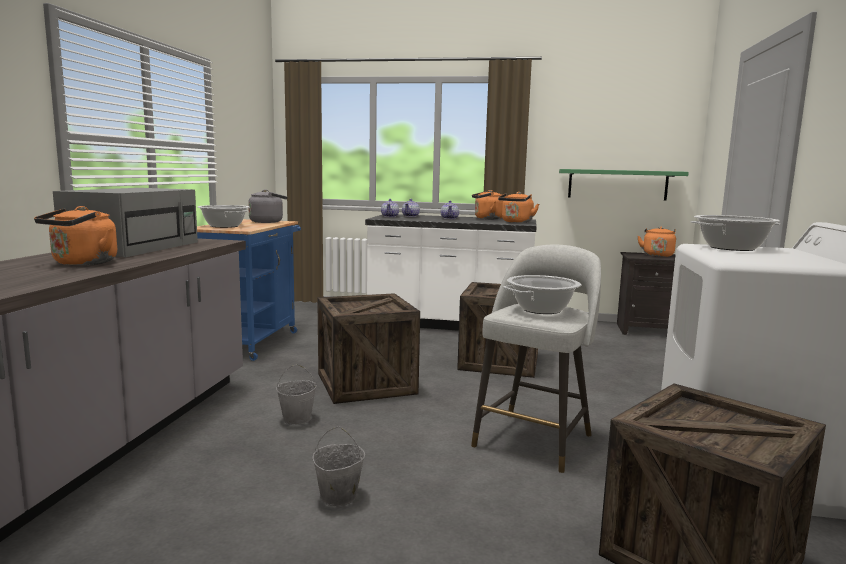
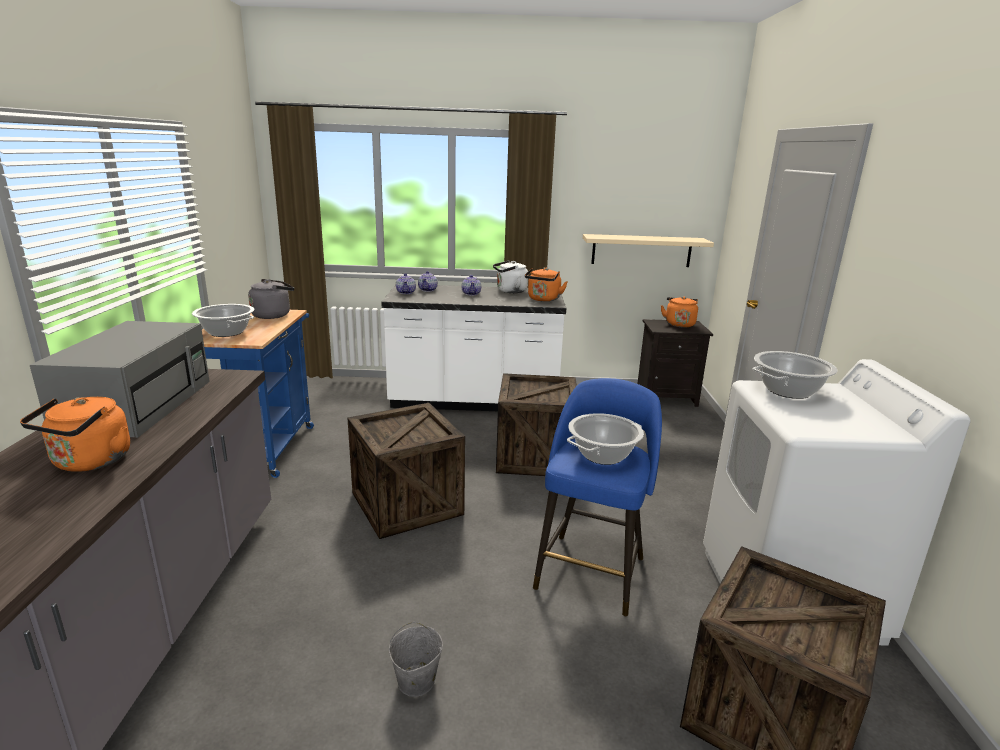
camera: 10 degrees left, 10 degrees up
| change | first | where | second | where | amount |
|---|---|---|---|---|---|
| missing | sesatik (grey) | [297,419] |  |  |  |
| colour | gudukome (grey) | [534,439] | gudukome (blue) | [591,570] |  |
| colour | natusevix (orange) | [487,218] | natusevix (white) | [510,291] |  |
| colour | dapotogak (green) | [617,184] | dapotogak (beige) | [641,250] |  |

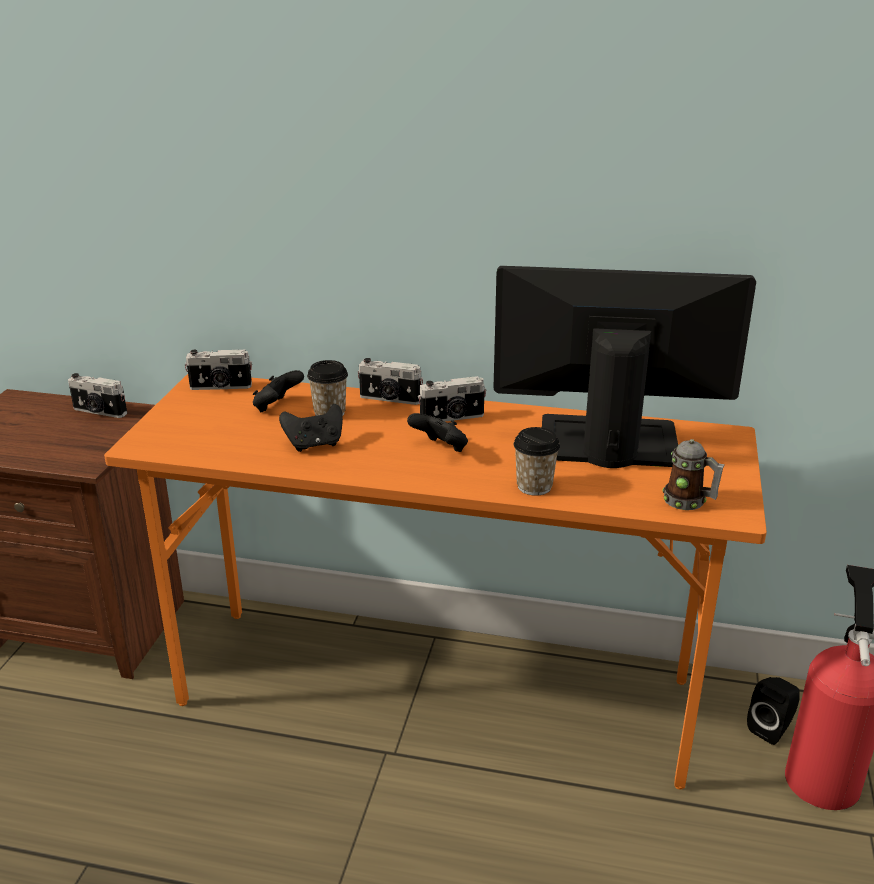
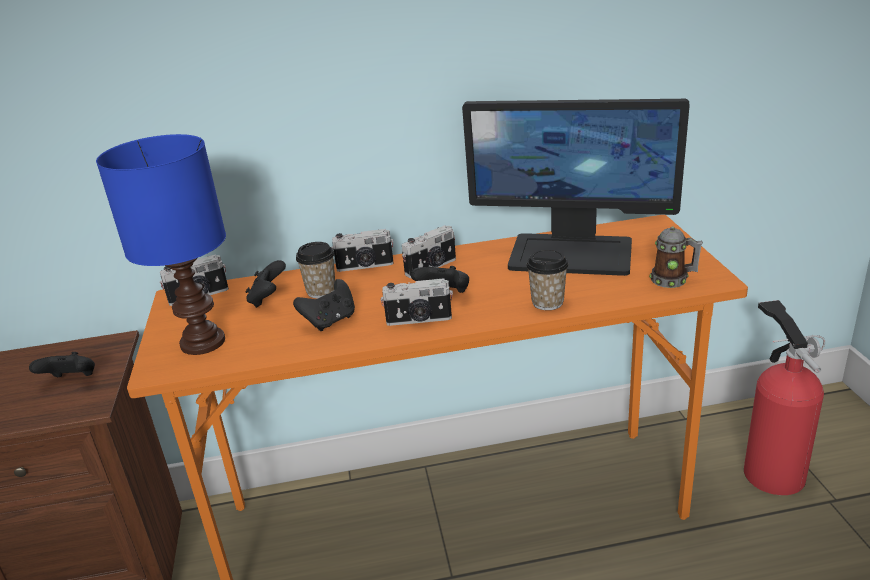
camera: 20 degrees left, 0 degrees up
| change | first | where | second | where | amount |
|---|---|---|---|---|---|
| relocated | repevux | [99,412] |  | [419,320] |  |
| spun | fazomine | [607,443] |  | [572,253] | 150 degrees counterclockwise |
| missing | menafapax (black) | [771,728] |  |  |  |
| appeared |  |  | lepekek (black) | [71,380] |  |
| appeared |  |  | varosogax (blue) | [203,341] |  |

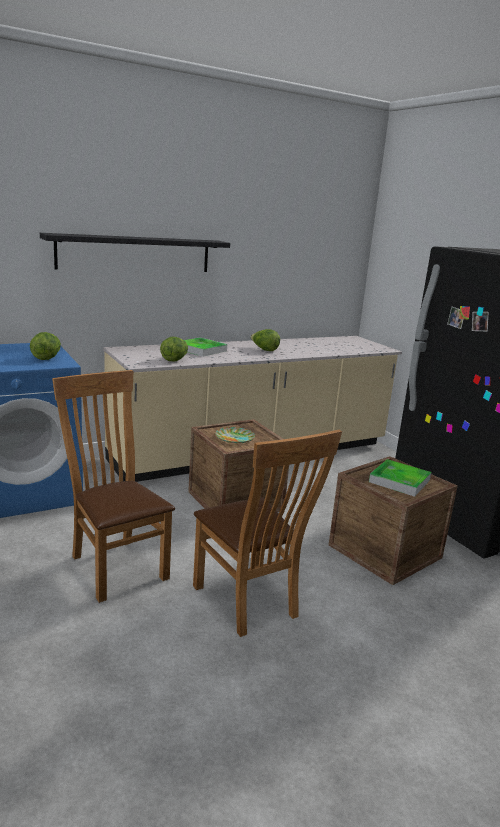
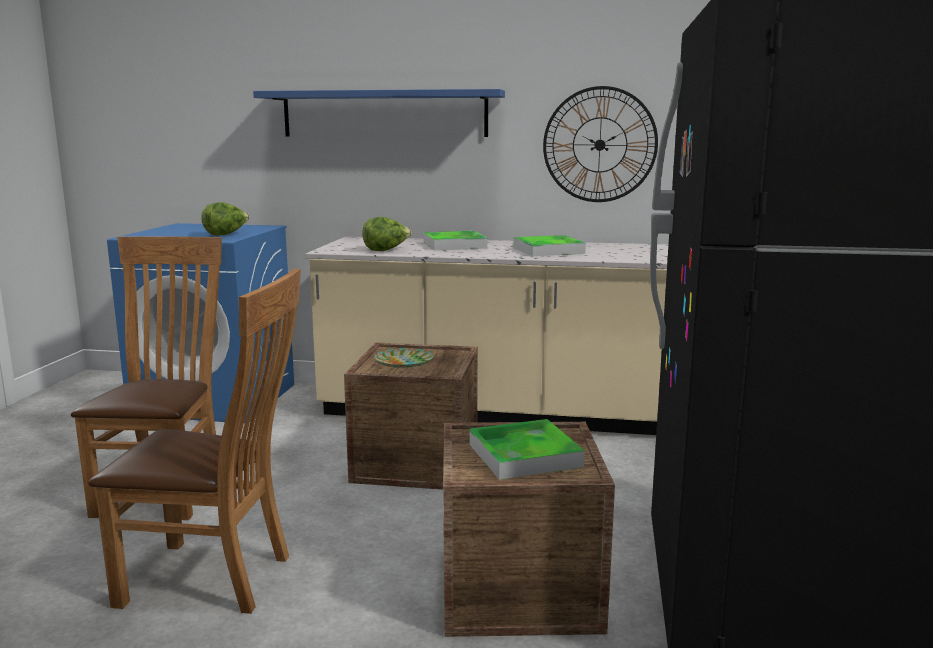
camera: 40 degrees right, 5 degrees down
| change | first | where | second | where | amount |
|---|---|---|---|---|---|
| colour | dapotogak (black) | [135,253] | dapotogak (blue) | [384,114] |  |
| spun | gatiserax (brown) | [249,604] |  | [216,579] | 90 degrees counterclockwise |
| exchanged | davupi | [264,350] | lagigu | [548,250] |  |
| appeared |  |  | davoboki | [599,145] |  |

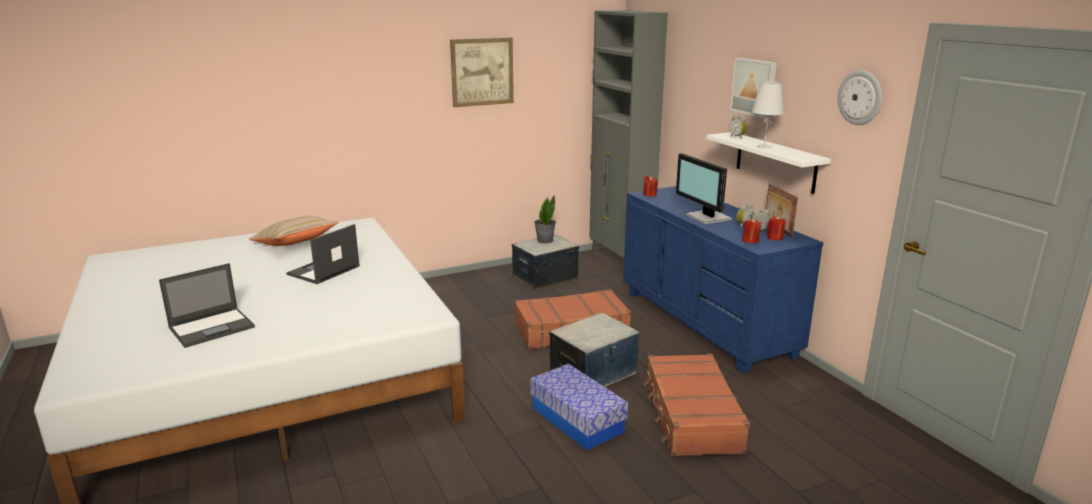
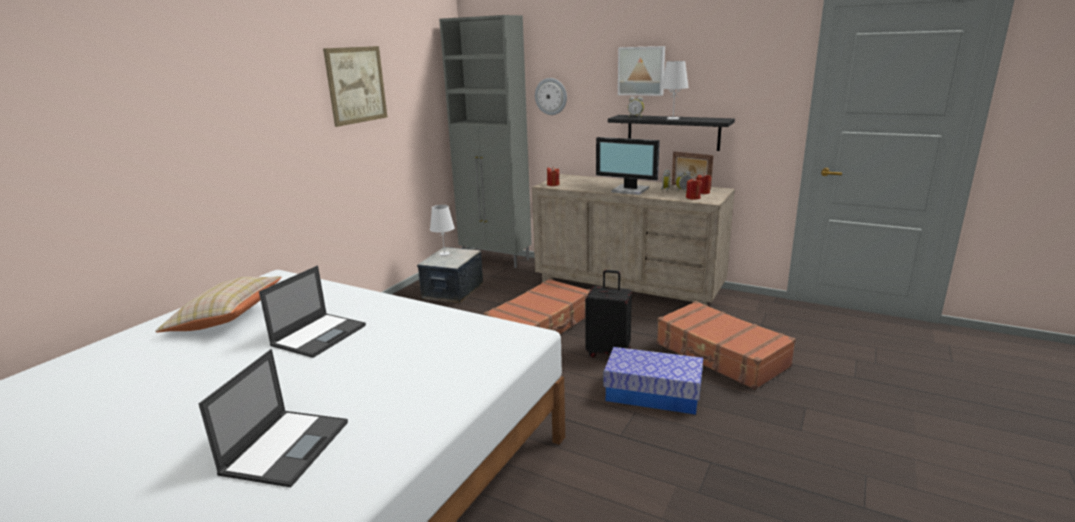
camera: 35 degrees left, 0 degrees up
| change | first | where | second | where | amount |
|---|---|---|---|---|---|
| spun | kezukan | [323,270] |  | [319,335] | 150 degrees counterclockwise |
| exchanged | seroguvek | [545,240] | varosogax (white) | [444,254] |  |
| exchanged | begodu | [593,373] | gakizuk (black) | [609,352] |  |
| colour | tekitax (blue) | [705,323] | tekitax (beige) | [628,286] |  |
| colour | dapotogak (white) | [775,162] | dapotogak (black) | [673,132] |  |
| relocated | davoboki | [860,97] |  | [551,96] |  |

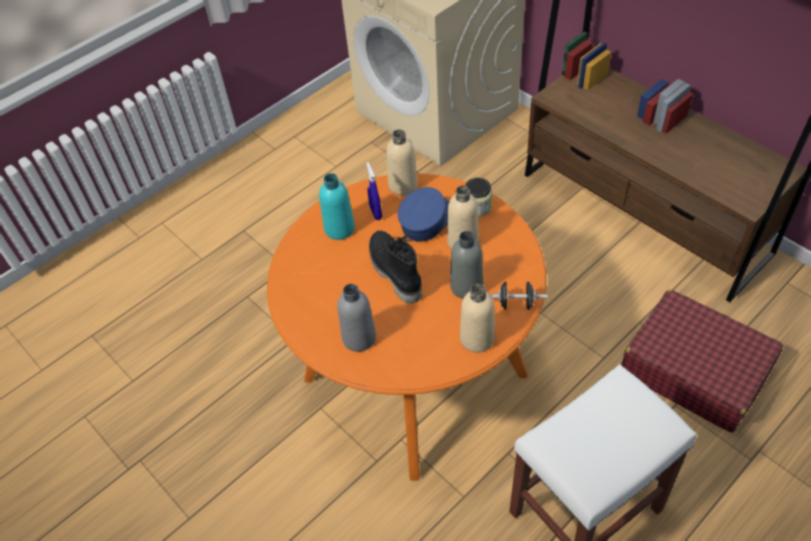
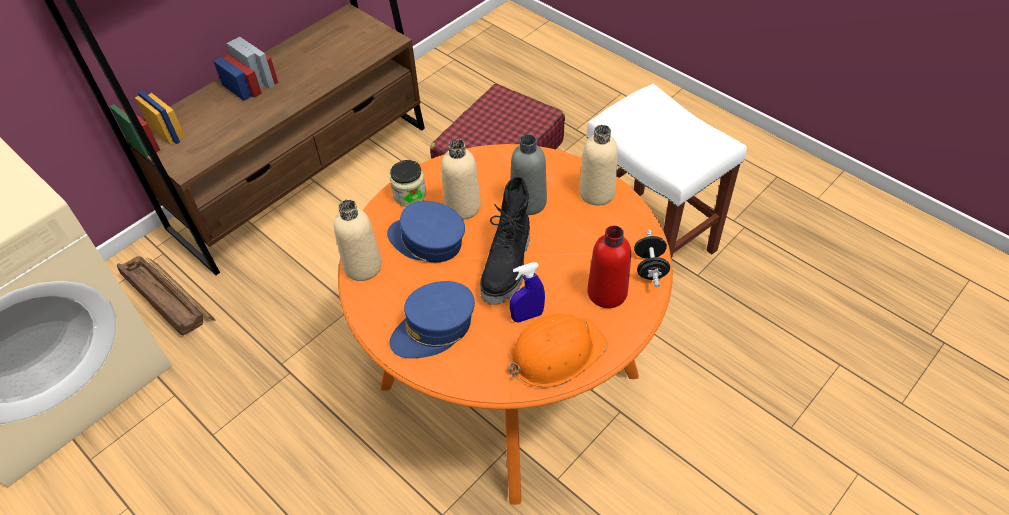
camera: 95 degrees left, 0 degrees up
| change | first | where | second | where | amount |
|---|---|---|---|---|---|
| exchanged | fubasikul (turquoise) | [339,229] | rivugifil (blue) | [434,328] |  |
| colour | fubasikul (grey) | [359,338] | fubasikul (red) | [607,293] |  |
| relocated | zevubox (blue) | [376,213] |  | [527,316] |  |
| spun | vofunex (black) | [394,272] |  | [508,267] | 45 degrees counterclockwise |
| relocated | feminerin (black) | [516,304] |  | [650,268] |  |
| appeared |  |  | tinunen | [168,299] |  |
| appeared |  |  | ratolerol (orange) | [555,353] |  |

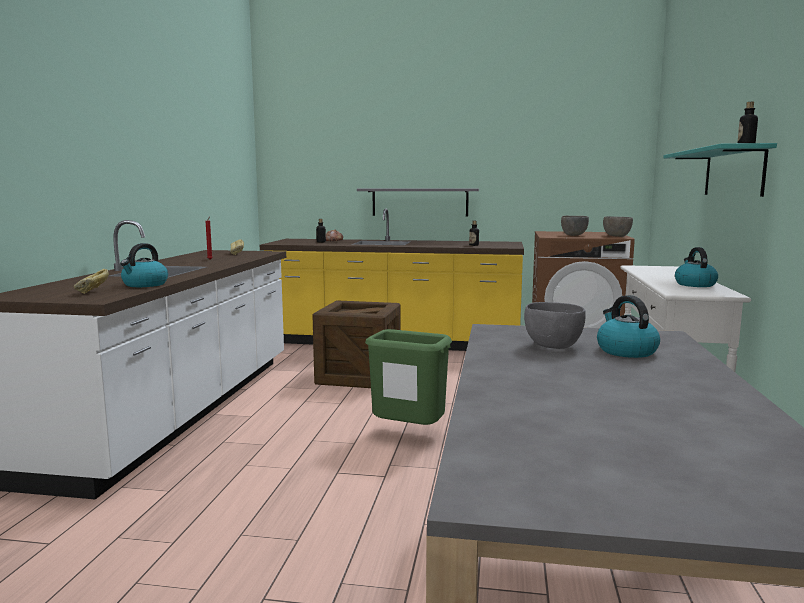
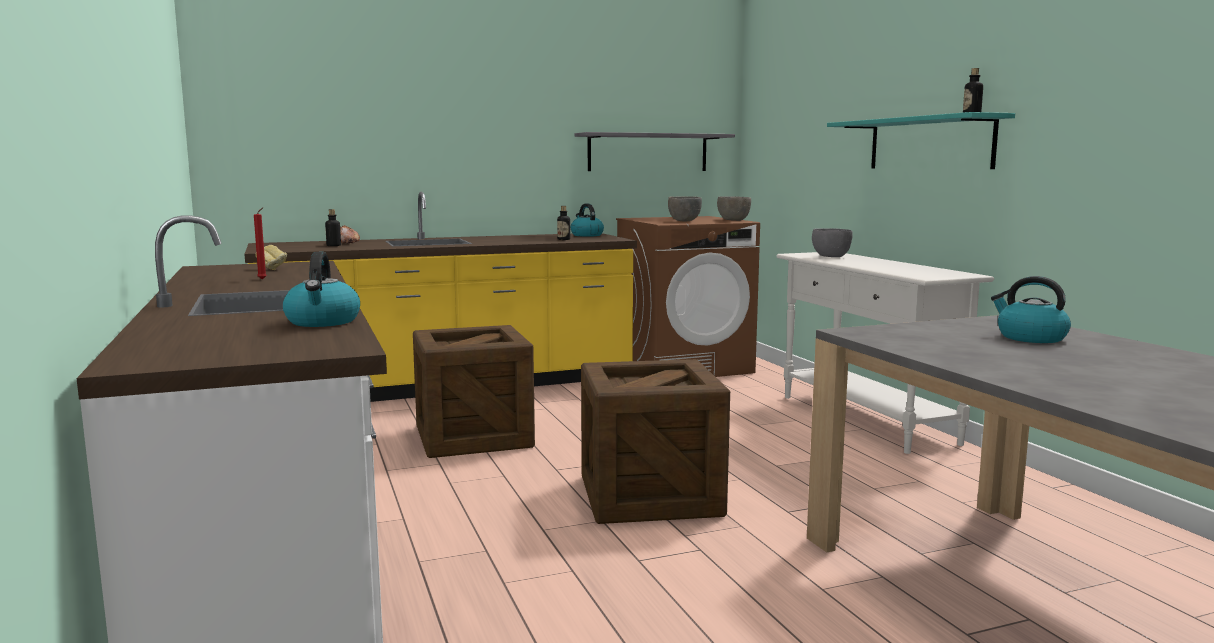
camera: 30 degrees left, 0 degrees up
| change | first | where | second | where | amount |
|---|---|---|---|---|---|
| missing | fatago | [93,292] |  |  |  |
| relocated | dapotogak (grey) | [420,202] |  | [648,152] |  |
| exchanged | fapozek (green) | [407,434] | tinunen | [650,496] |  |
| relocated | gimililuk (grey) | [552,346] |  | [830,257] |  |
| relocated | natusevix | [694,284] |  | [586,235] |  |

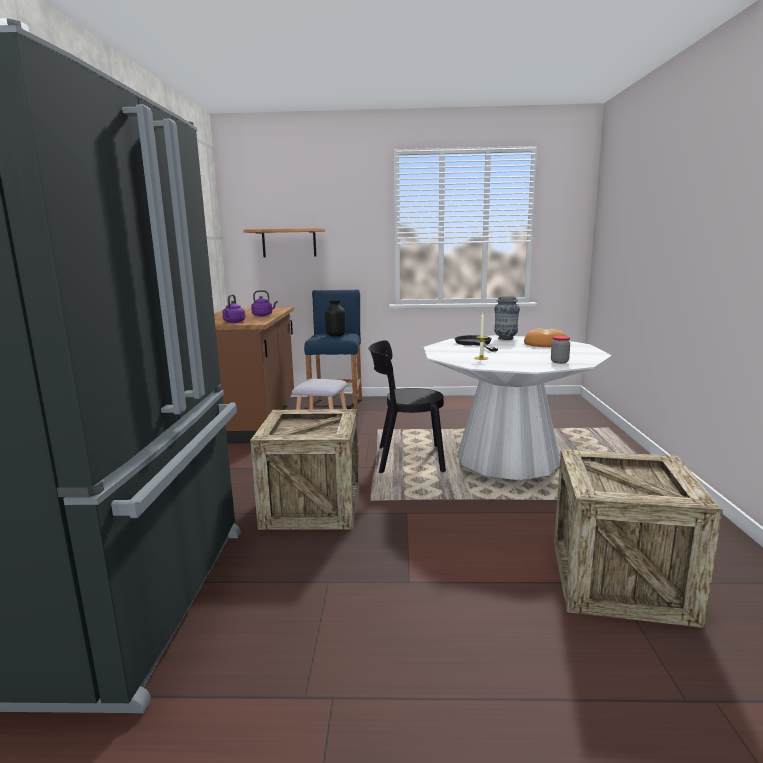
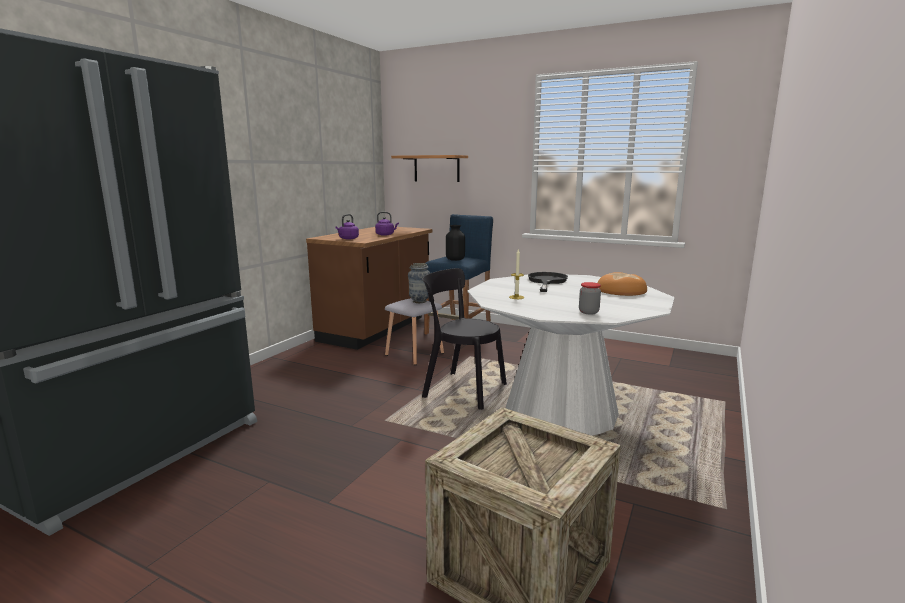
camera: 25 degrees right, 0 degrees up
| change | first | where | second | where | amount |
|---|---|---|---|---|---|
| missing | tinunen | [312,506] |  |  |  |
| relocated | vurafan | [505,338] |  | [419,301] |  |

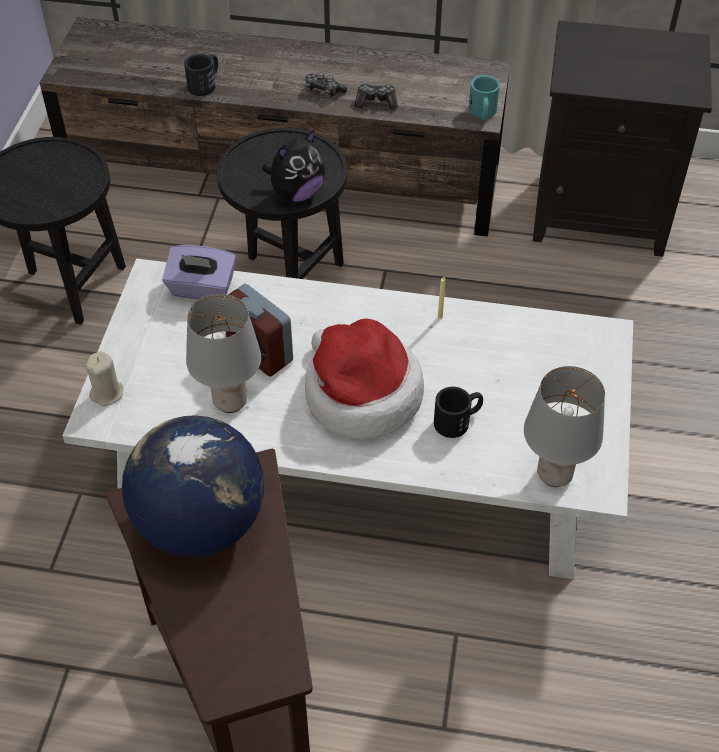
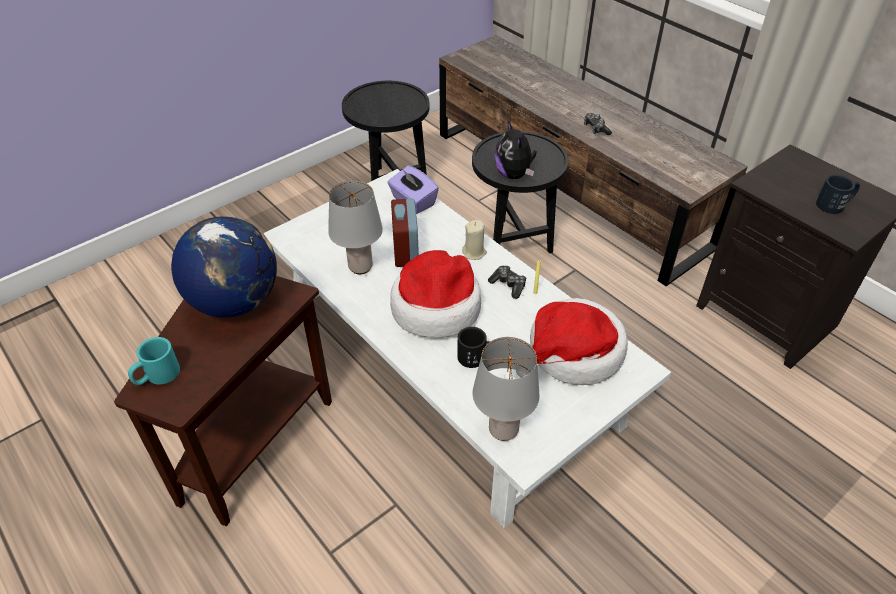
camera: 40 degrees right, 5 degrees down
| change | first | where | second | where | amount |
|---|---|---|---|---|---|
| relocated | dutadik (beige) | [107,393] |  | [474,252] |  |
| relocated | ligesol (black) | [205,84] |  | [835,204] |  |
| spun | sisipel | [296,193] |  | [514,174] | 75 degrees clockwise |
| relocated | lepekek | [376,102] |  | [508,285] |  |
| relocated | ligesol (turquoise) | [483,113] |  | [156,376] |  |
| appeared |  |  | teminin | [572,353] |  |

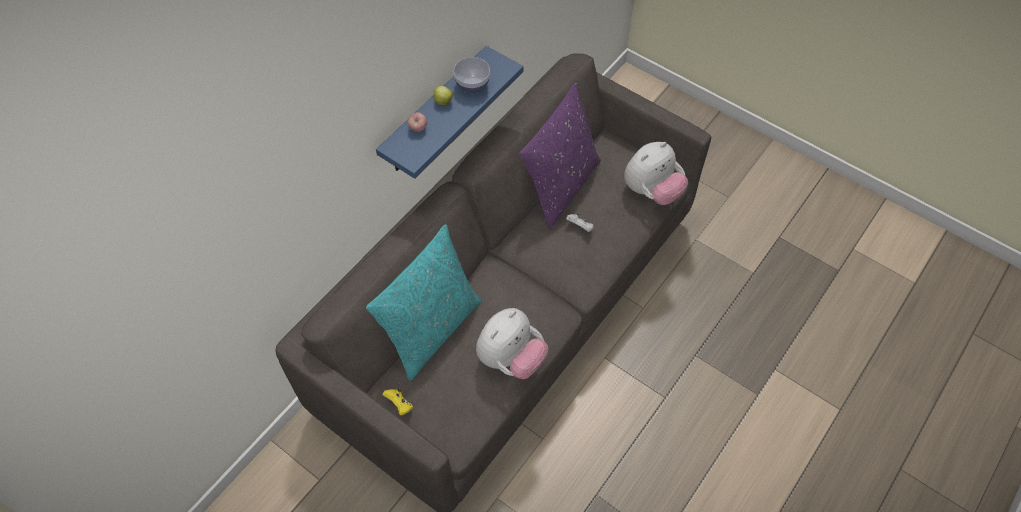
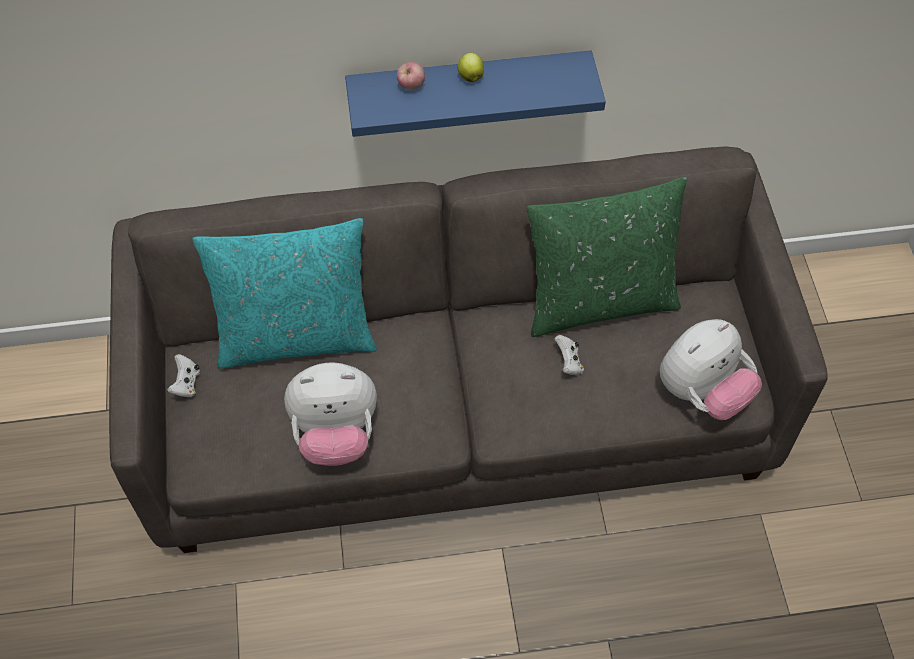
camera: 45 degrees right, 0 degrees up
| change | first | where | second | where | amount |
|---|---|---|---|---|---|
| colour | lepekek (yellow) | [399,404] | lepekek (white) | [186,383] |  |
| missing | gimililuk | [472,85] |  |  |  |
| colour | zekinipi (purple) | [559,186] | zekinipi (green) | [599,300] |  |
| spun | sisipel | [651,191] |  | [702,392] | 45 degrees counterclockwise |

